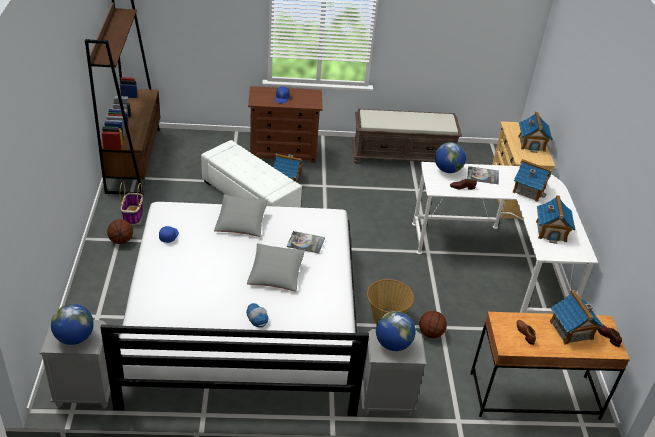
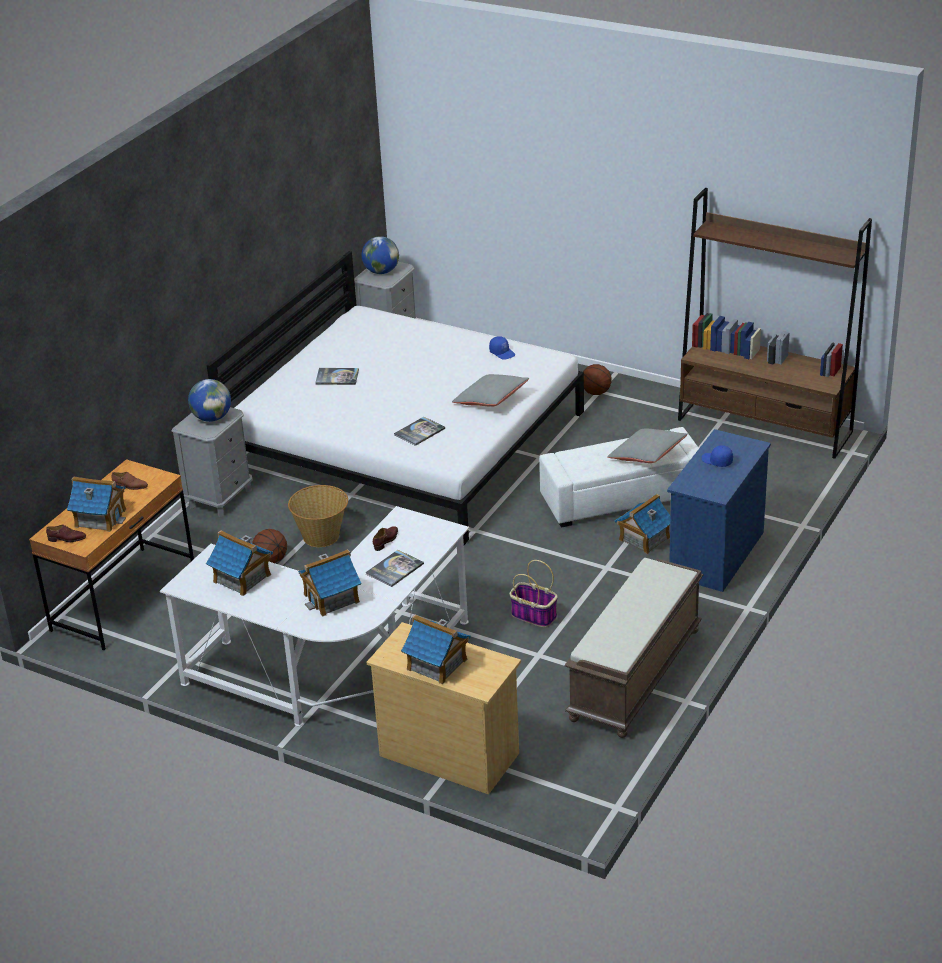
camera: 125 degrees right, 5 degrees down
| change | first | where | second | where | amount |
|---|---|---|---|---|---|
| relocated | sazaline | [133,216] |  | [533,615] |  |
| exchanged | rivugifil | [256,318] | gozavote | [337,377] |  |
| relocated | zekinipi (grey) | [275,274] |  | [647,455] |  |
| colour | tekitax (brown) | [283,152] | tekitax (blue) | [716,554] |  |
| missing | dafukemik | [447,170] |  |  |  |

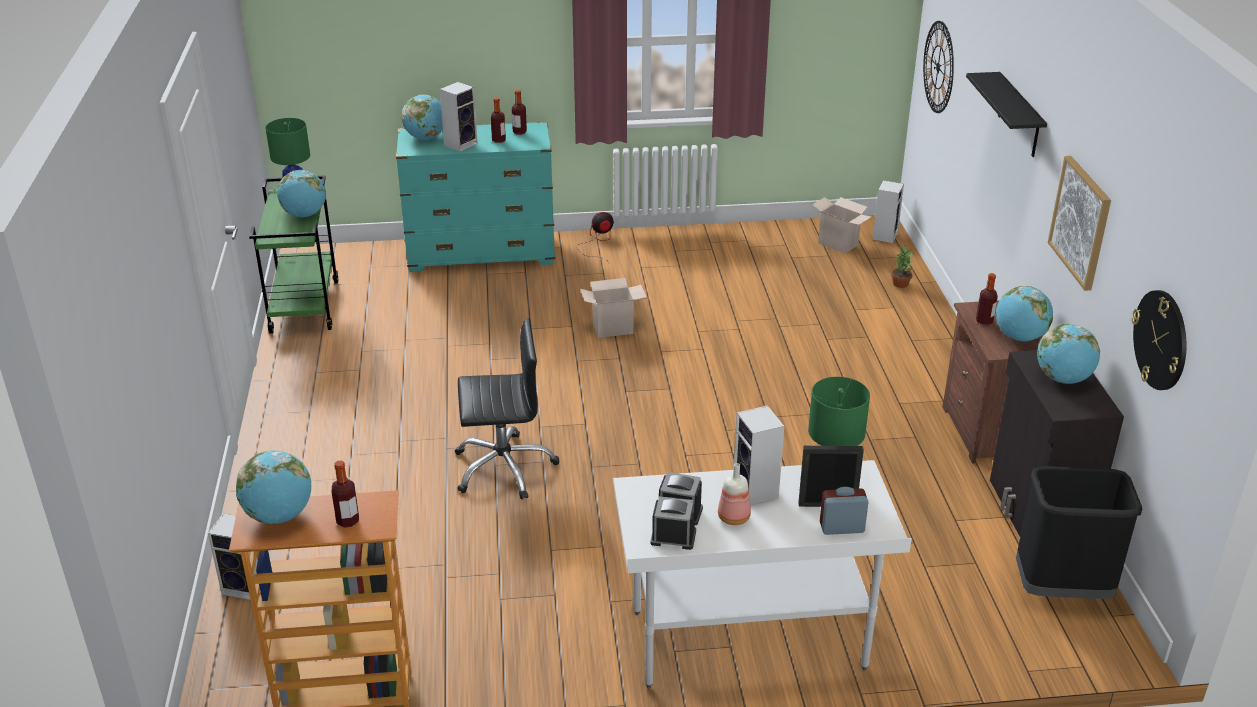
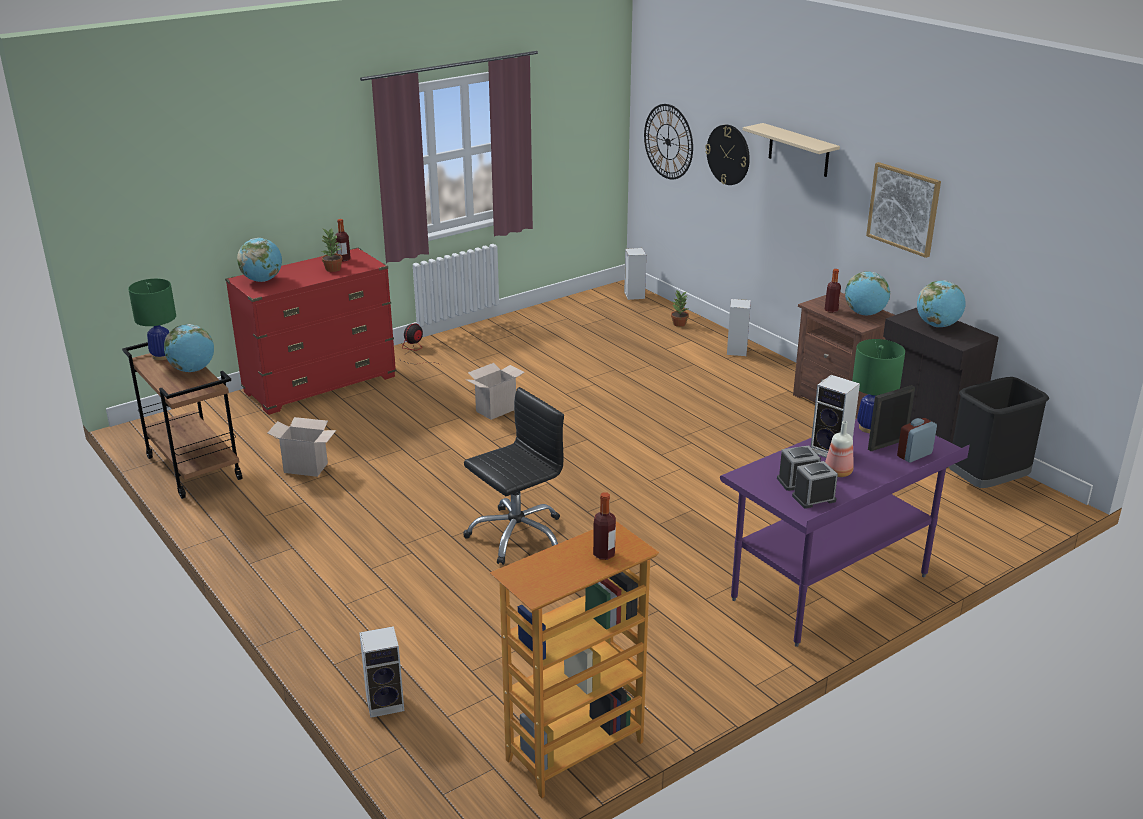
camera: 30 degrees left, 5 degrees down
| change | first | where | second | where | amount |
|---|---|---|---|---|---|
| missing | dafukemik | [279,516] |  |  |  |
| colour | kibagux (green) | [304,306] | kibagux (brown) | [192,468] |  |
| colour | tekitax (turquoise) | [481,254] | tekitax (red) | [320,385] |  |
| relocated | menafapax | [461,144] |  | [736,350] |  |
| exchanged | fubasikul | [499,140] | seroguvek | [333,269] |  |
| colour | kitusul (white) | [748,641] | kitusul (purple) | [830,588] |  |
| relocated | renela | [839,244] |  | [307,467] |  |
| colour | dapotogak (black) | [1019,116] | dapotogak (beige) | [798,150] |  |
| relocated | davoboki | [1161,340] |  | [728,154] |  |

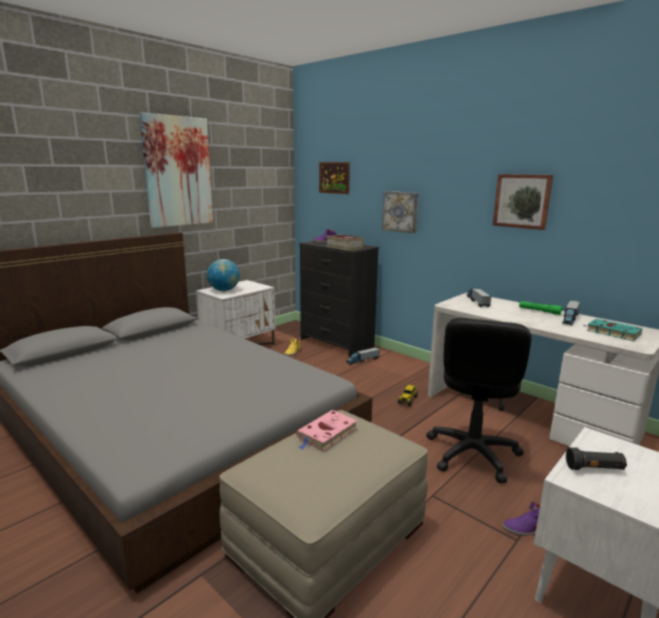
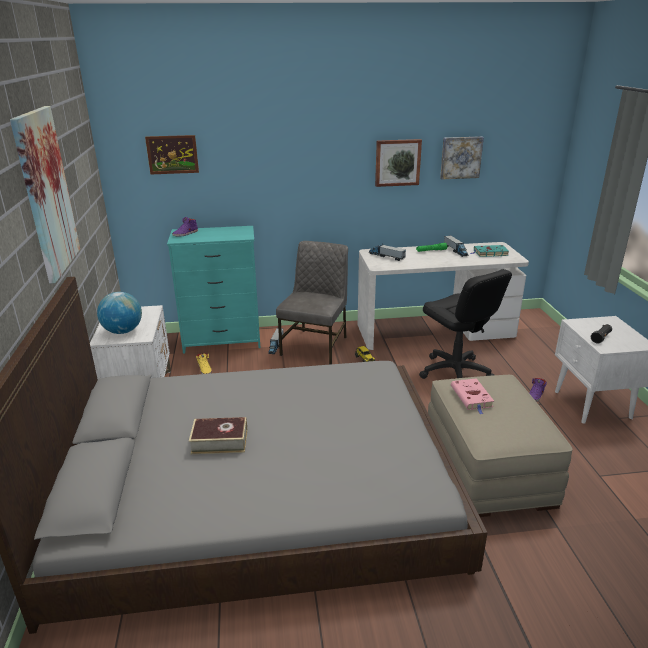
camera: 50 degrees left, 10 degrees up
| change | first | where | second | where | amount |
|---|---|---|---|---|---|
| colour | tekitax (black) | [336,343] | tekitax (turquoise) | [222,341] |  |
| relocated | gozavote | [344,247] |  | [219,441] |  |
| relocated | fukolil | [401,211] |  | [460,157] |  |
| appeared |  |  | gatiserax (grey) | [316,345] |  |

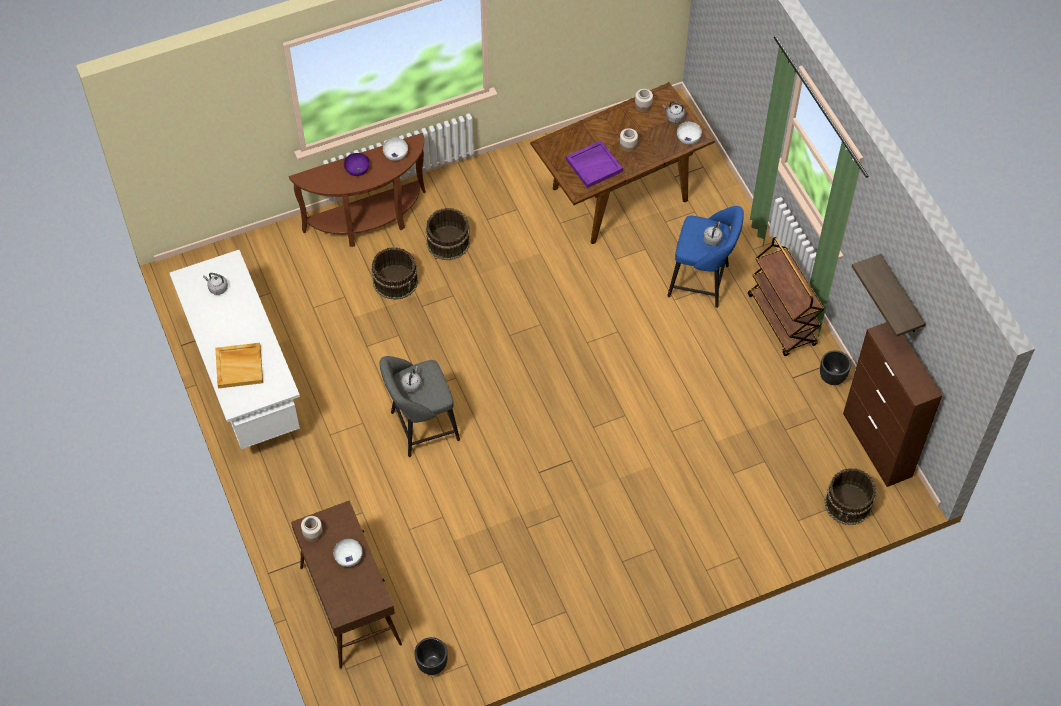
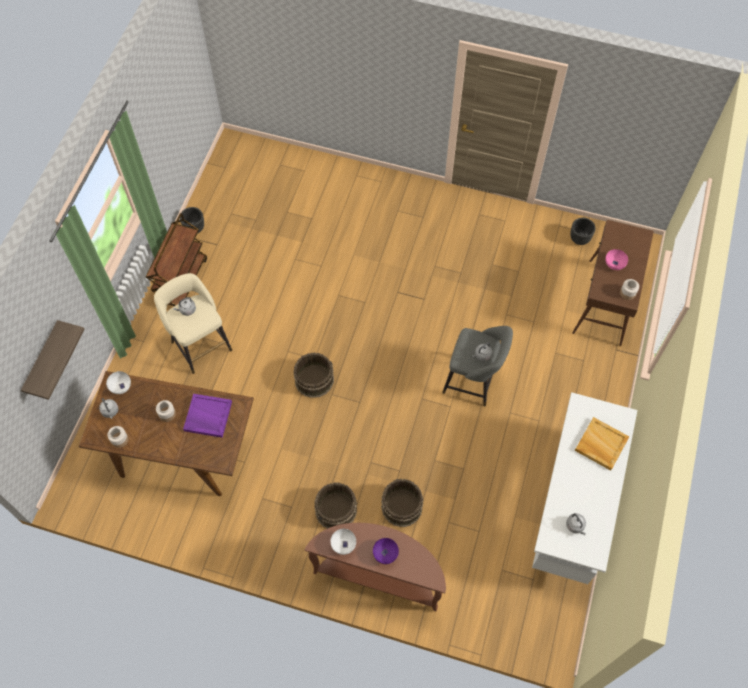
camera: 140 degrees left, 5 degrees up
| change | first | where | second | where | amount |
|---|---|---|---|---|---|
| colour | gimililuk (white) | [349,557] | gimililuk (pink) | [614,263] |  |
| colour | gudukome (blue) | [702,282] | gudukome (beige) | [199,343] |  |
| relocated | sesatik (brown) | [849,503] |  | [314,379] |  |
| missing | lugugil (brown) | [877,445] |  |  |  |
| relocated | dapotogak | [900,297] |  | [43,360] |  |

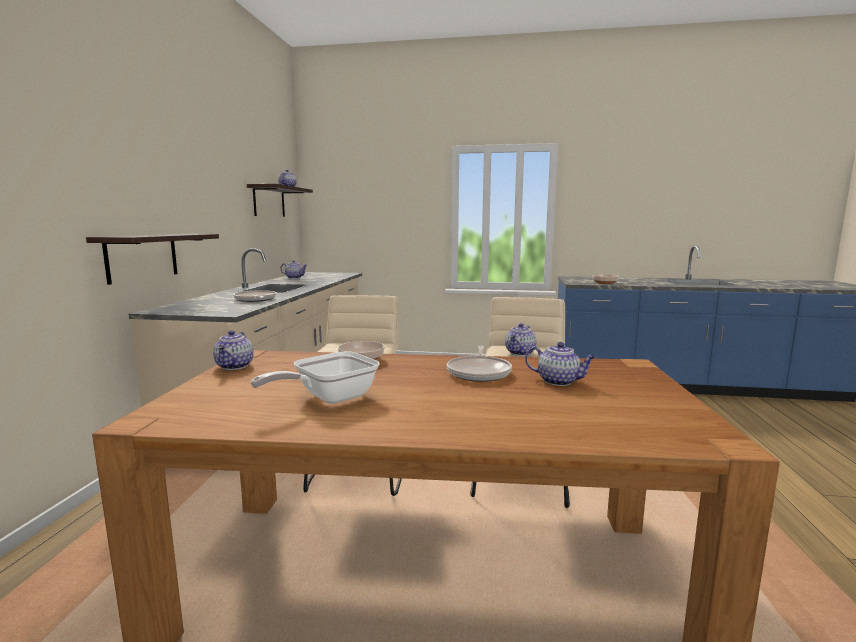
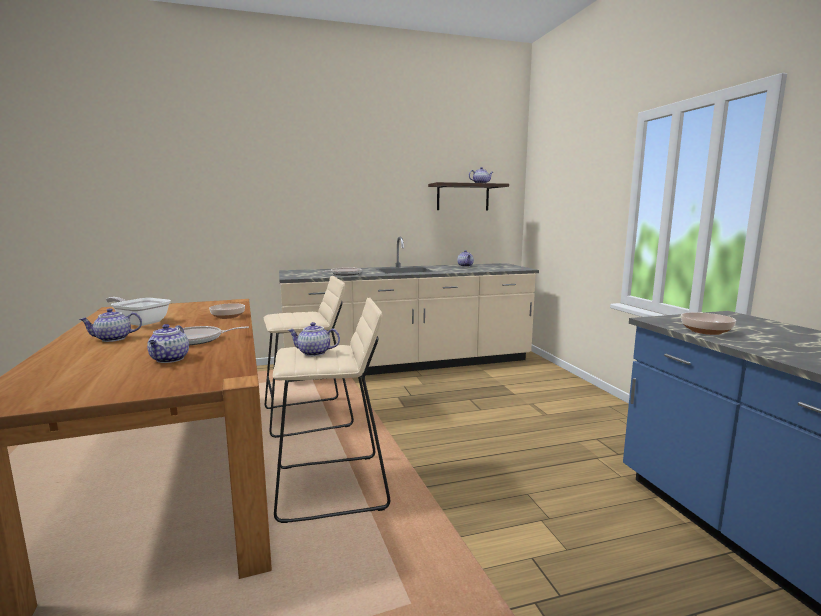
camera: 65 degrees right, 0 degrees up
| change | first | where | second | where | amount |
|---|---|---|---|---|---|
| missing | dapotogak | [142,257] |  |  |  |
| relocated | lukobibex | [235,366] |  | [113,339] |  |

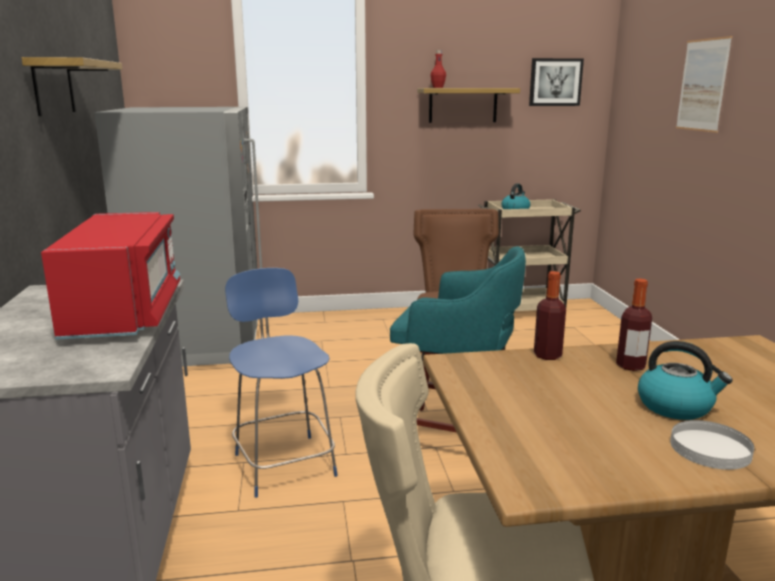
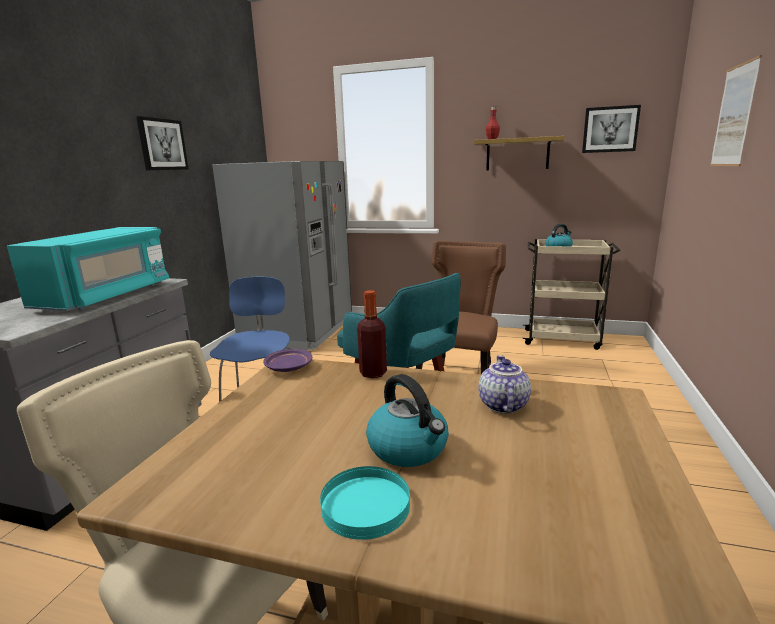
camera: 25 degrees right, 0 degrees up
| change | first | where | second | where | amount |
|---|---|---|---|---|---|
| exchanged | dapotogak | [53,87] | fukolil | [162,144] |  |
| colour | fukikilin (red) | [125,312] | fukikilin (turquoise) | [107,296] |  |
| missing | fubasikul | [630,366] |  |  |  |
| colour | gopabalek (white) | [710,448] | gopabalek (turquoise) | [366,505] |  |
| appeared |  |  | gopabalek (purple) | [288,367] |  |
| appeared |  |  | lukobibex | [502,405] |  |

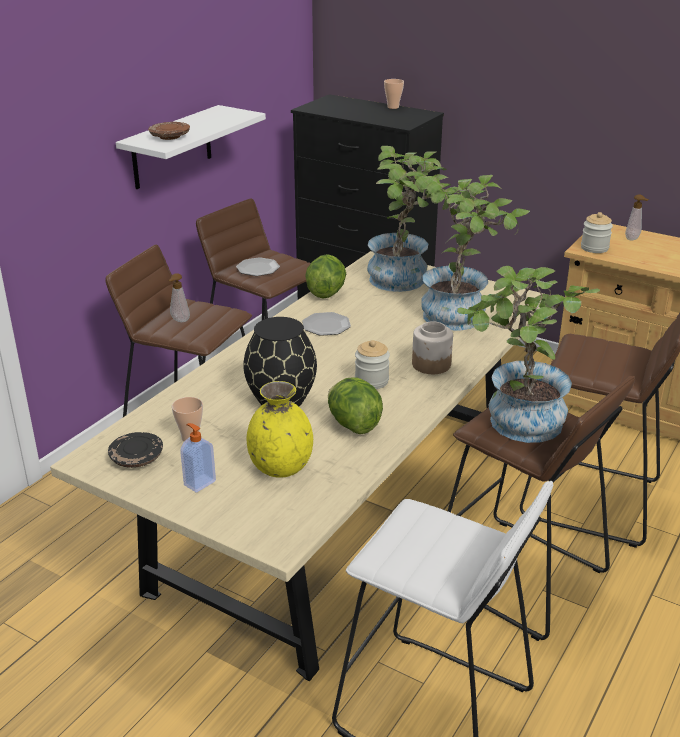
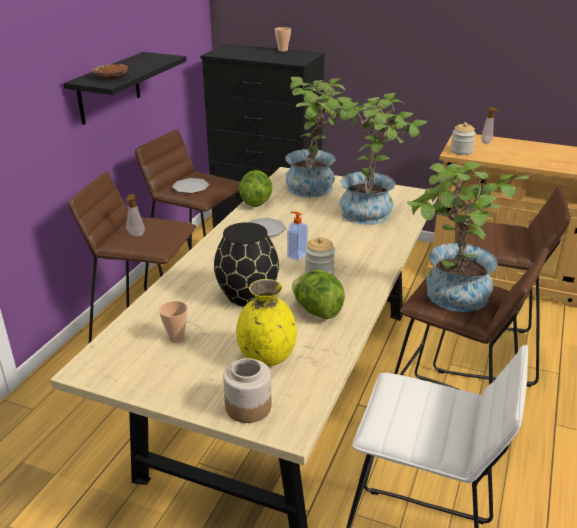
camera: 10 degrees left, 0 degrees up
| change | first | where | second | where | amount |
|---|---|---|---|---|---|
| missing | gopabalek (black) | [137,458] |  |  |  |
| colour | dapotogak (white) | [172,147] | dapotogak (black) | [109,88] |  |
| relocated | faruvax | [199,482] |  | [296,255] |  |
| relocated | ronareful | [432,364] |  | [249,407] |  |

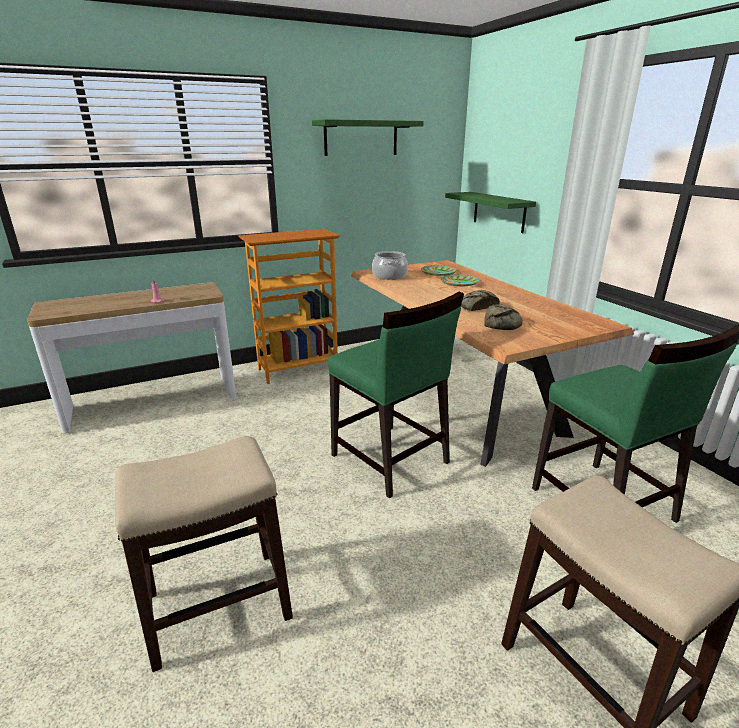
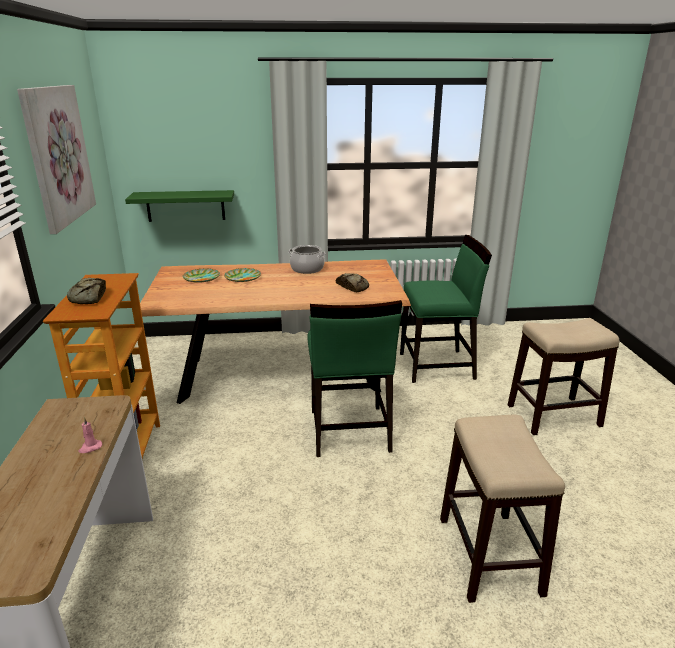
camera: 70 degrees left, 0 degrees up
| change | first | where | second | where | amount |
|---|---|---|---|---|---|
| exchanged | dapotogak (green) | [361,138] | fukolil | [58,155] |  |
| spun | gatiserax (green) | [390,459] |  | [349,431] | 105 degrees clockwise |
| relocated | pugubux | [390,276] |  | [307,269] |  |
| relocated | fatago | [477,306] |  | [89,298] |  |

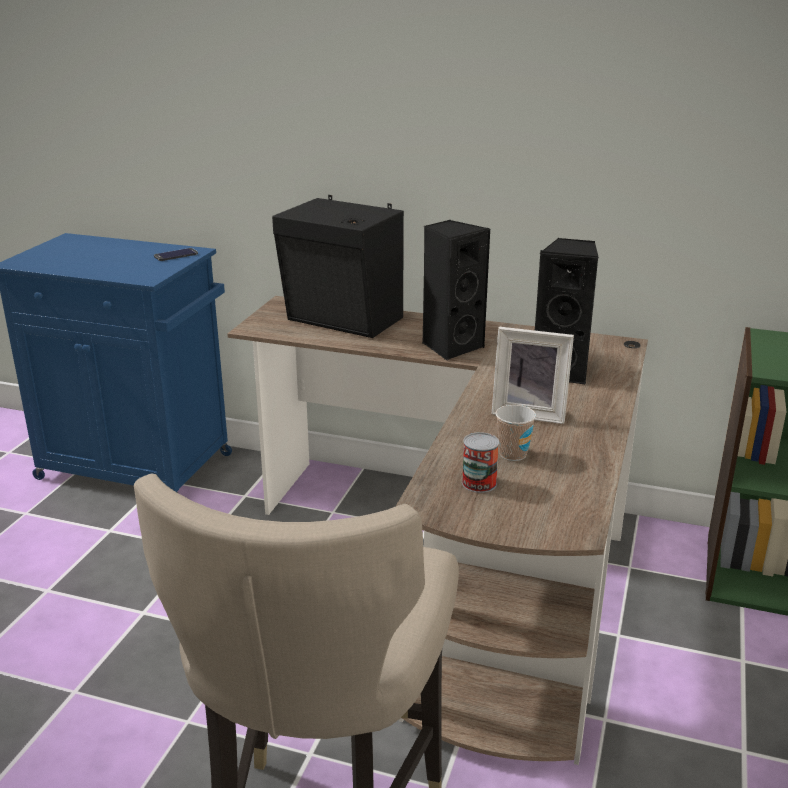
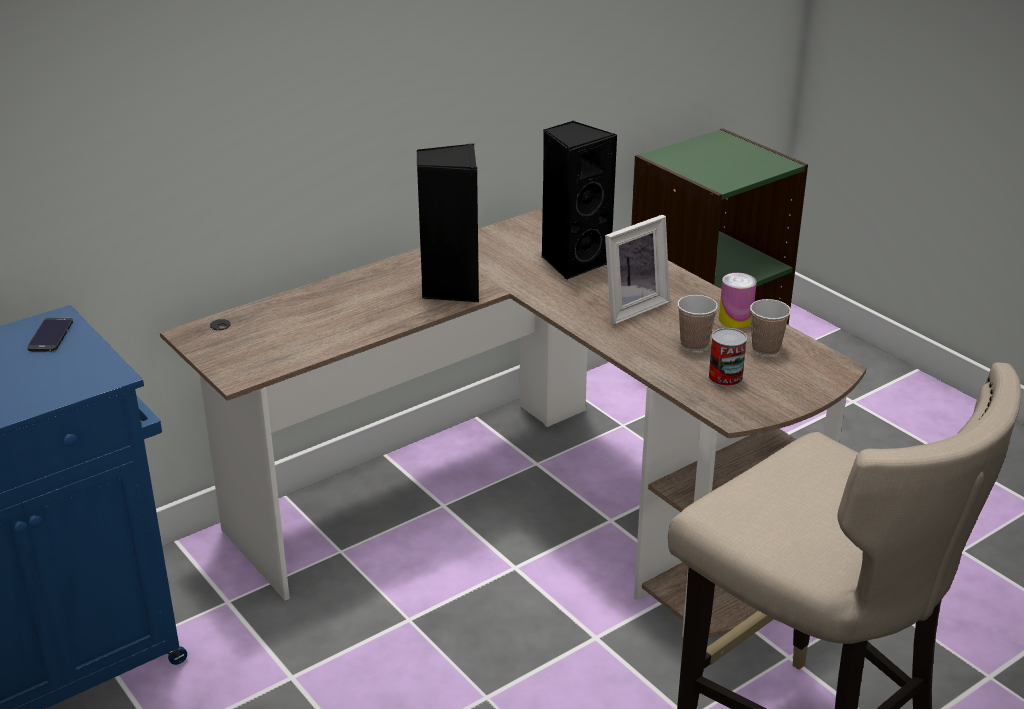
camera: 55 degrees left, 5 degrees up
| change | first | where | second | where | amount |
|---|---|---|---|---|---|
| missing | menafapax (black) | [344,321] |  |  |  |
| appeared |  |  | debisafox | [735,319] |  |
| appeared |  |  | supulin | [765,348] |  |

